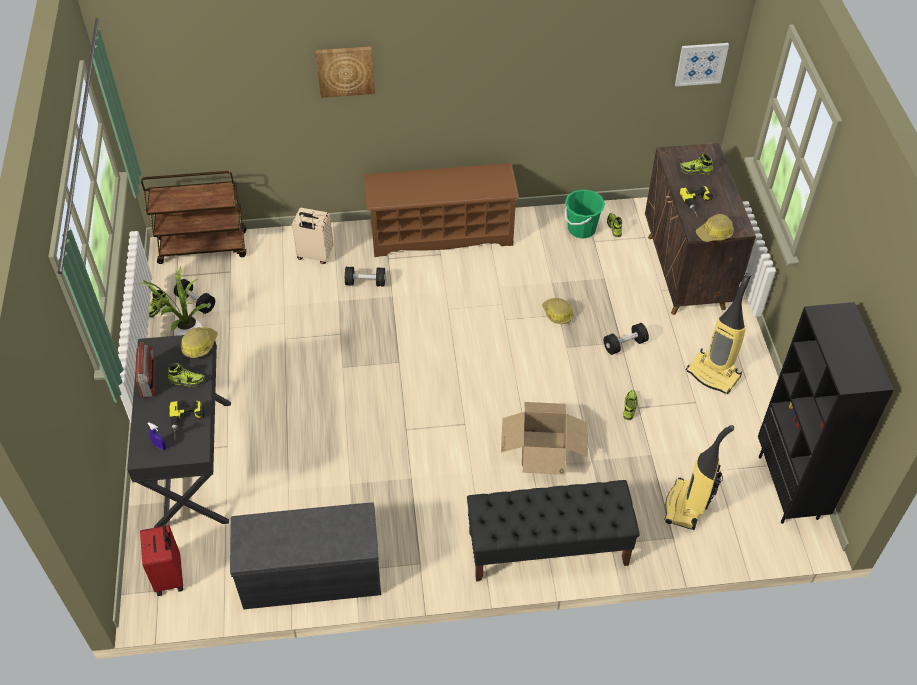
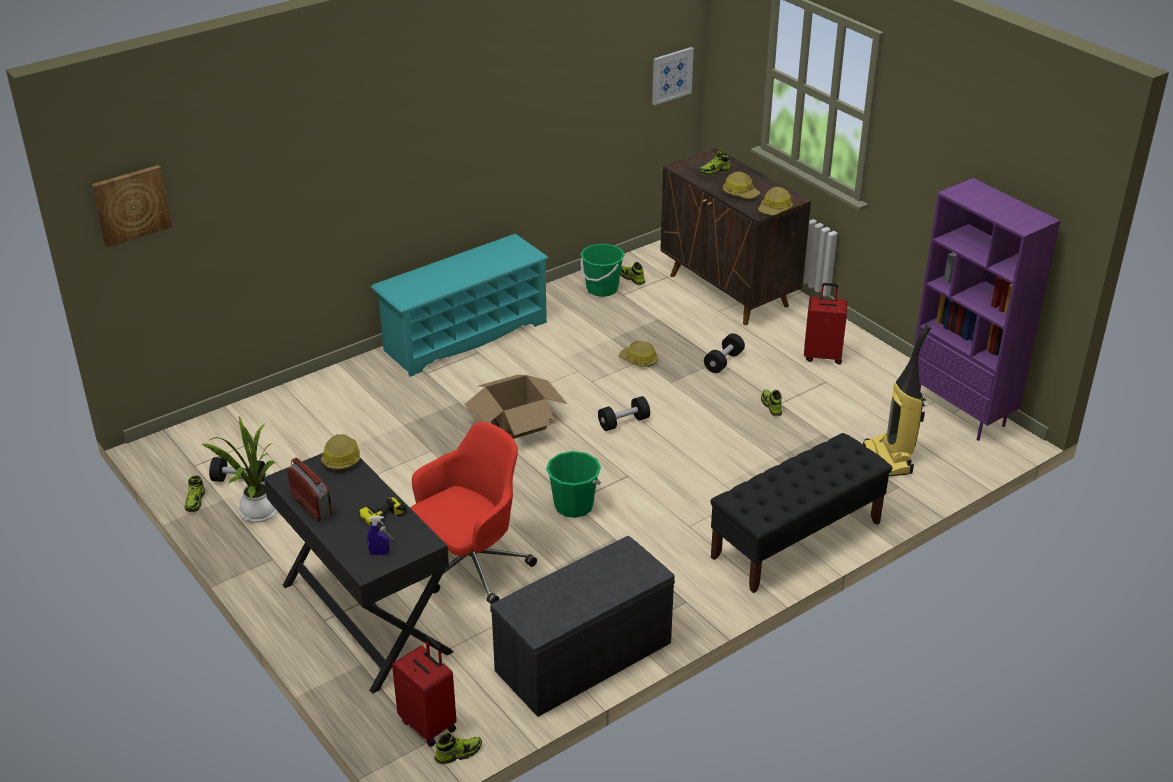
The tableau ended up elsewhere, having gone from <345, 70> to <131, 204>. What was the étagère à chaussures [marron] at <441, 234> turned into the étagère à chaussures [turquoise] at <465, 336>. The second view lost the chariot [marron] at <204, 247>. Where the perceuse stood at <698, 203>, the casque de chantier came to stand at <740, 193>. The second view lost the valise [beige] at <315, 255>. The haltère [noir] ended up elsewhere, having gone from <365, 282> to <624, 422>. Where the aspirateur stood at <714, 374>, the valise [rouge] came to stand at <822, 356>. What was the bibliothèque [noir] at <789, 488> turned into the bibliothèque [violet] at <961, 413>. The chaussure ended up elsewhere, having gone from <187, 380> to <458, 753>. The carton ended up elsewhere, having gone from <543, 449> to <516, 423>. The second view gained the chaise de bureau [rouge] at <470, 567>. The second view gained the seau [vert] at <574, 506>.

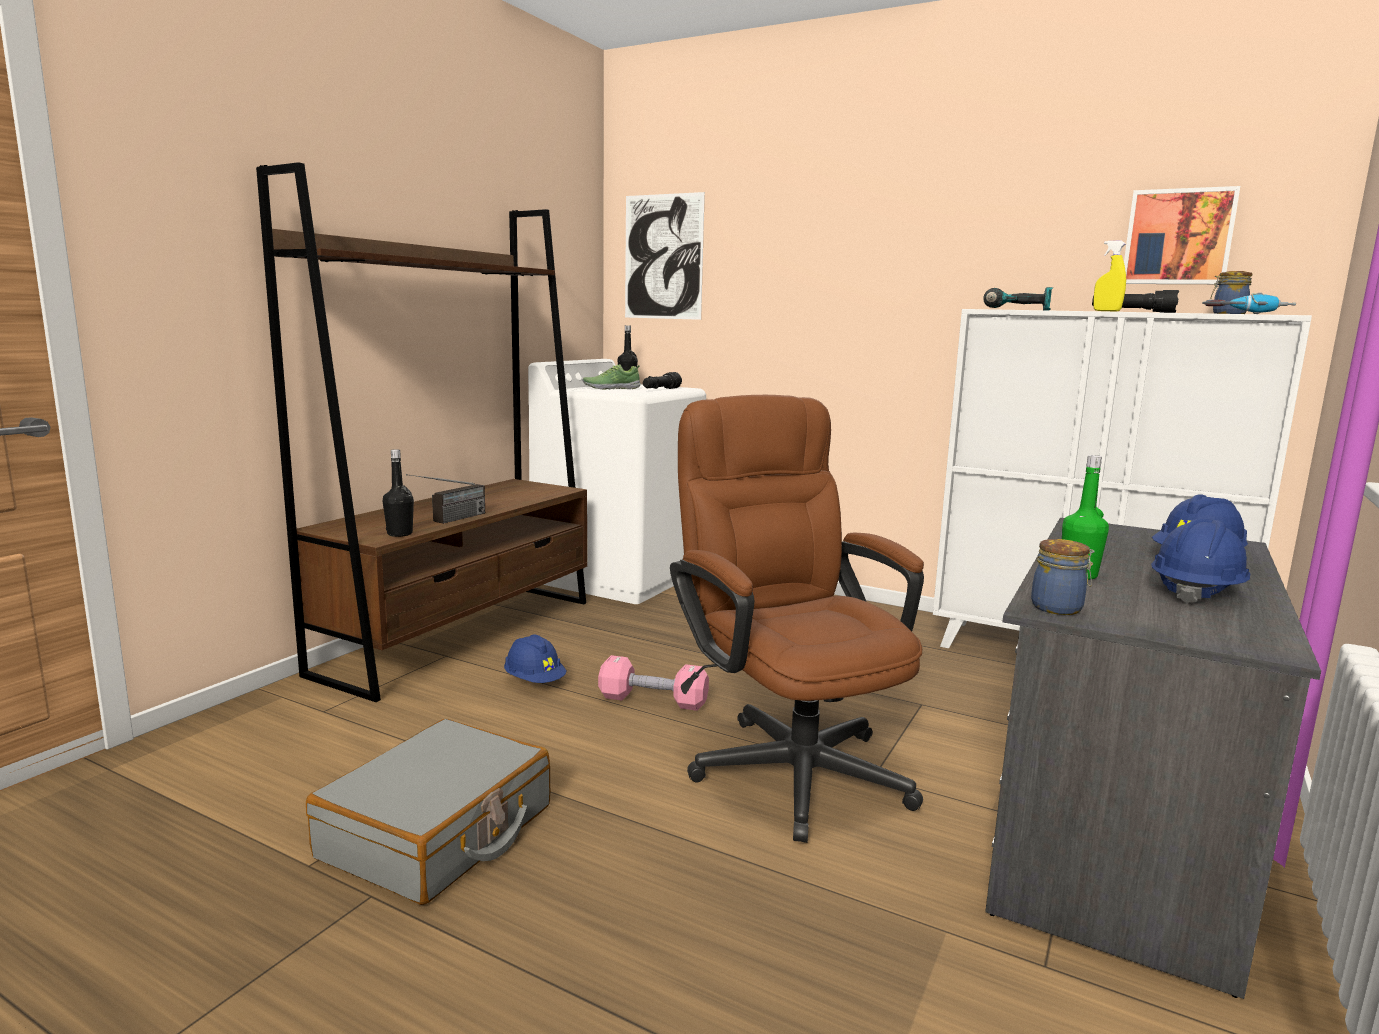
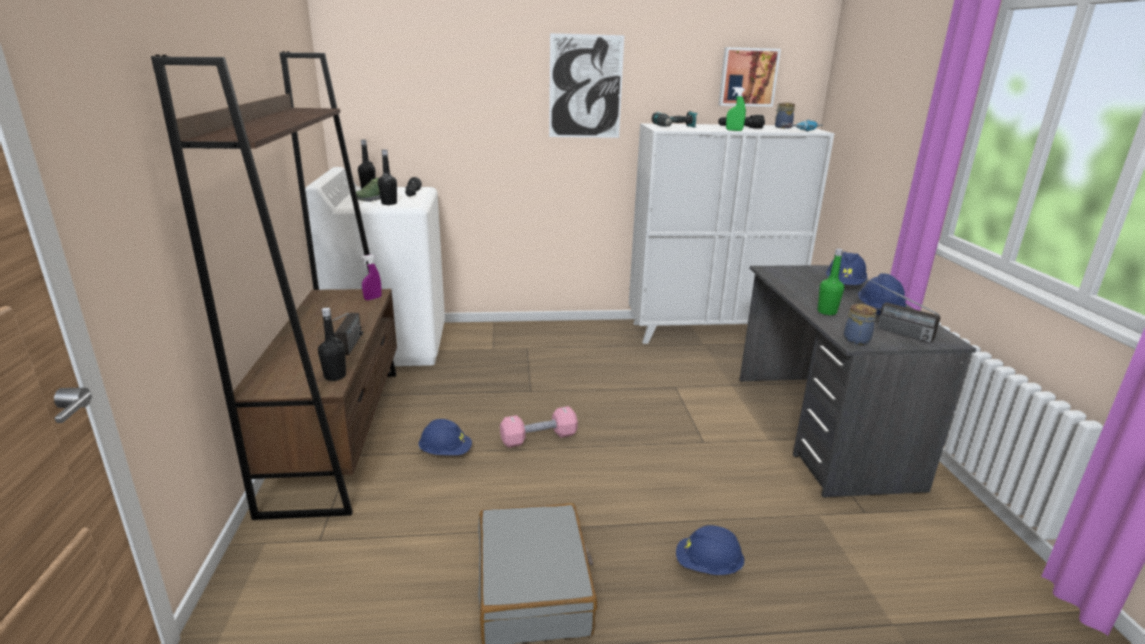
The tableau ended up elsewhere, having gone from <663, 257> to <585, 87>. What was the vaporisateur [jaune] at <1106, 311> turned into the vaporisateur [vert] at <734, 130>. The second view lost the chaise de bureau [marron] at <788, 762>. The second view gained the bouteille [noir] at <389, 203>. The second view gained the vaporisateur [violet] at <373, 298>. The second view gained the radio at <890, 330>. The second view gained the casque de chantier [bleu] at <708, 566>.

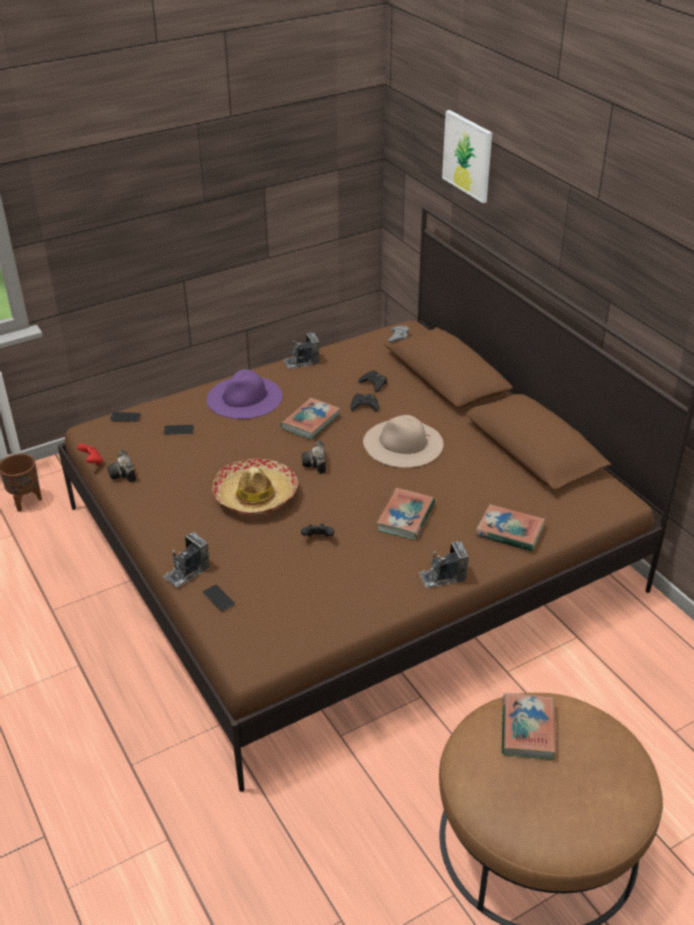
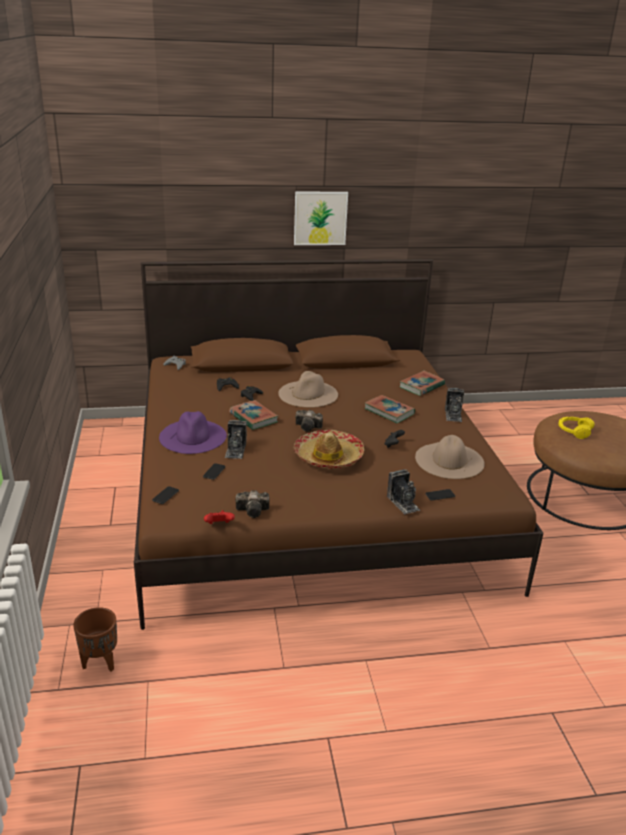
The tableau ended up elsewhere, having gone from <468, 156> to <320, 218>. The appareil photo ended up elsewhere, having gone from <301, 362> to <235, 450>. Where the livre stood at <527, 729>, the casque audio [jaune] came to stand at <574, 431>. The second view gained the chapeau [beige] at <449, 460>.

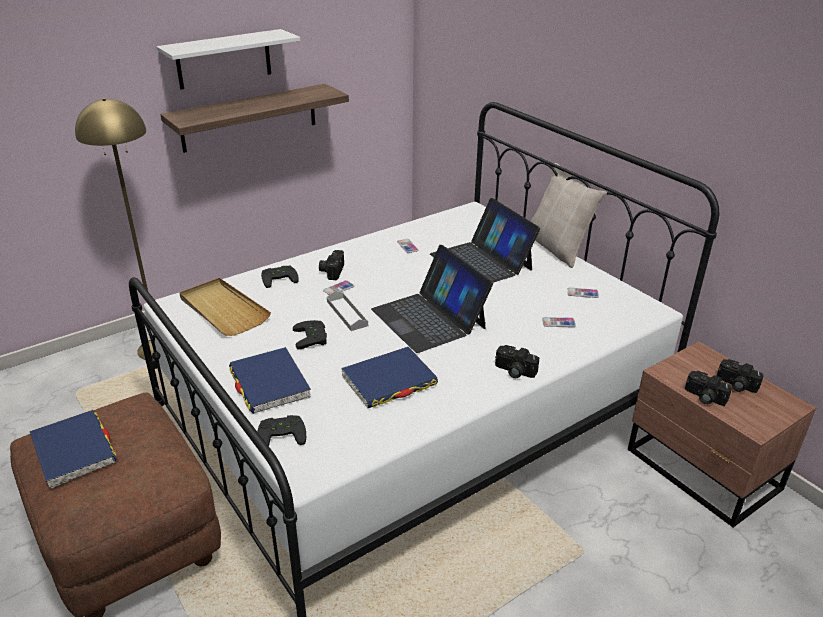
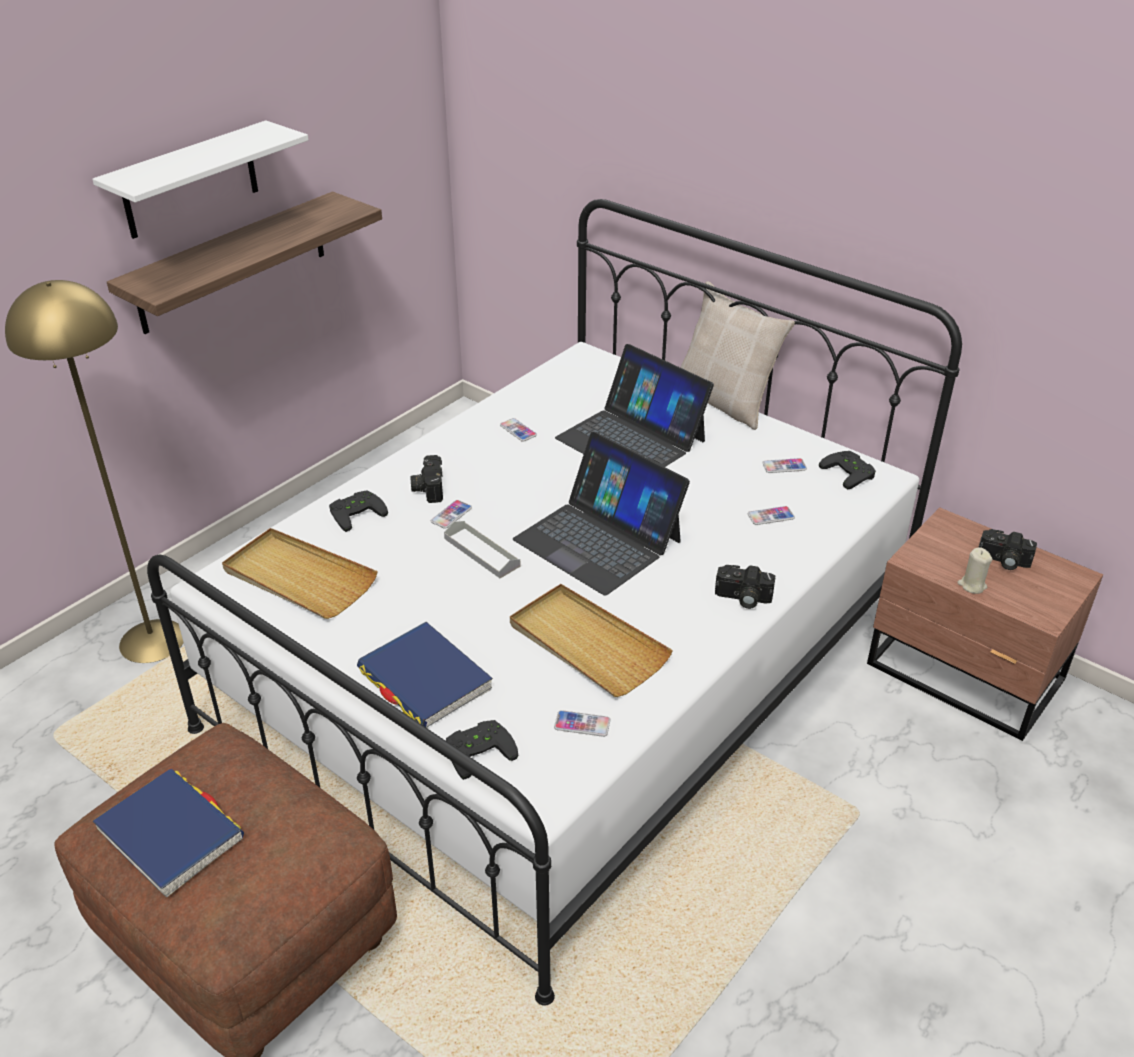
The manette [noir] ended up elsewhere, having gone from <313, 337> to <850, 472>. Where the livre [bleu] stood at <389, 381>, the plateau [beige] came to stand at <587, 644>. Where the appareil photo stood at <704, 397>, the bougie [beige] came to stand at <972, 585>. The second view gained the téléphone at <582, 724>.

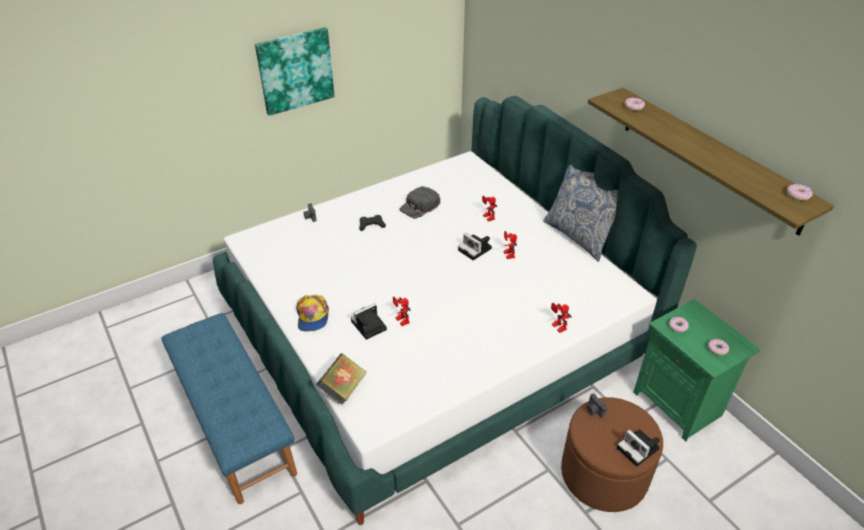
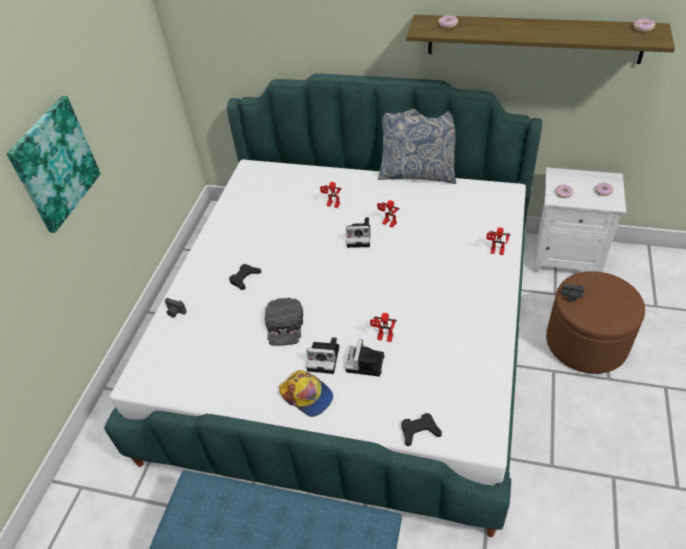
The casquette [noir] ended up elsewhere, having gone from <419, 206> to <285, 325>. What was the table de chevet [vert] at <678, 403> turned into the table de chevet [blanc] at <566, 257>. Where the livre stood at <343, 388>, the manette [noir] came to stand at <419, 431>. The appareil photo ended up elsewhere, having gone from <639, 449> to <325, 358>.

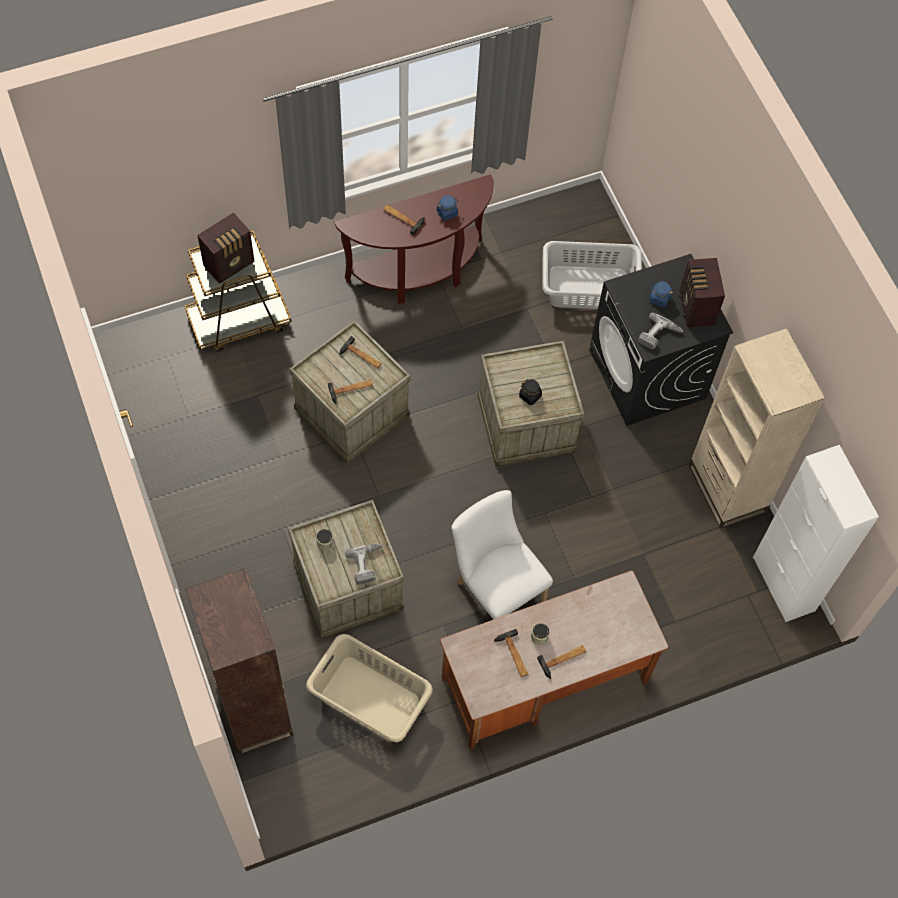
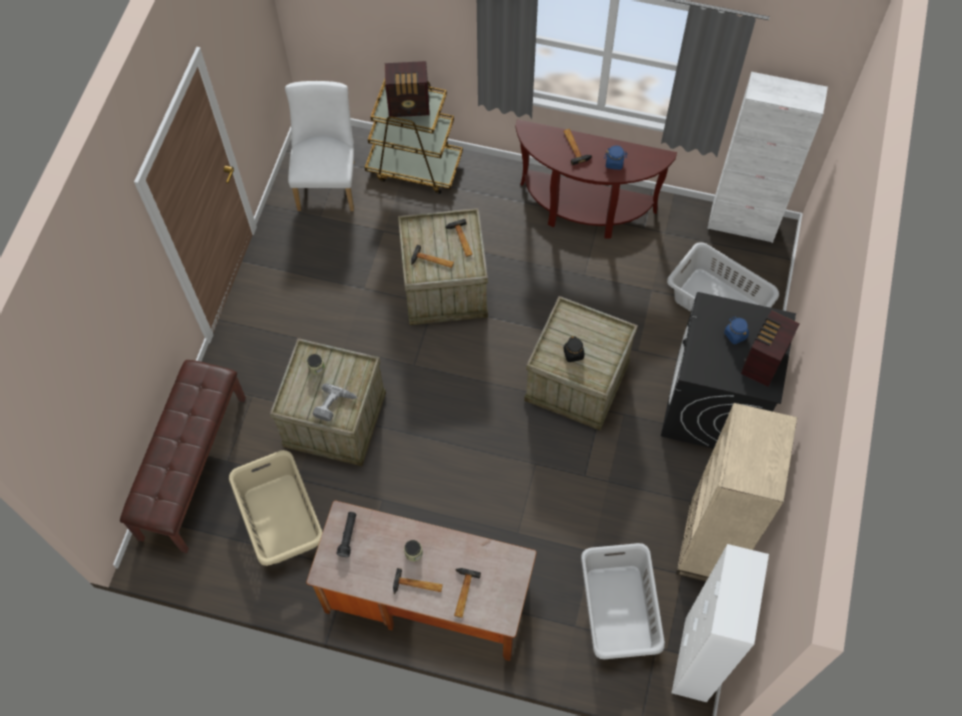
The second view lost the perceuse at <659, 336>. The chaise [blanc] ended up elsewhere, having gone from <496, 587> to <328, 181>. Where the bibliothèque [marron] stood at <254, 708>, the banc [marron] came to stand at <192, 466>. The marteau ended up elsewhere, having gone from <513, 655> to <462, 594>. The second view gained the meuble de rangement [blanc] at <742, 223>. The second view gained the lampe de poche [noir] at <348, 536>. The second view gained the panier à linge [gris] at <619, 609>.

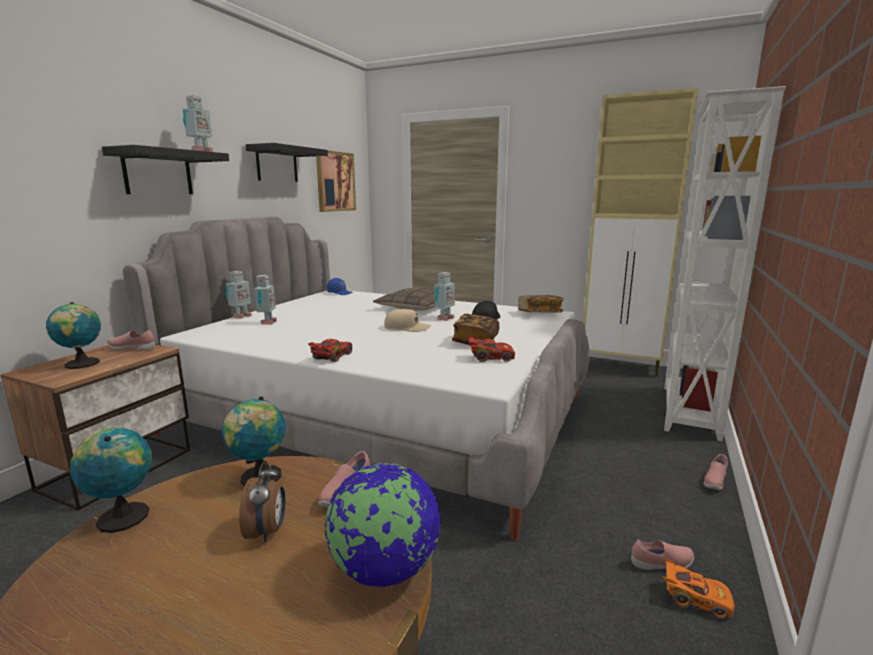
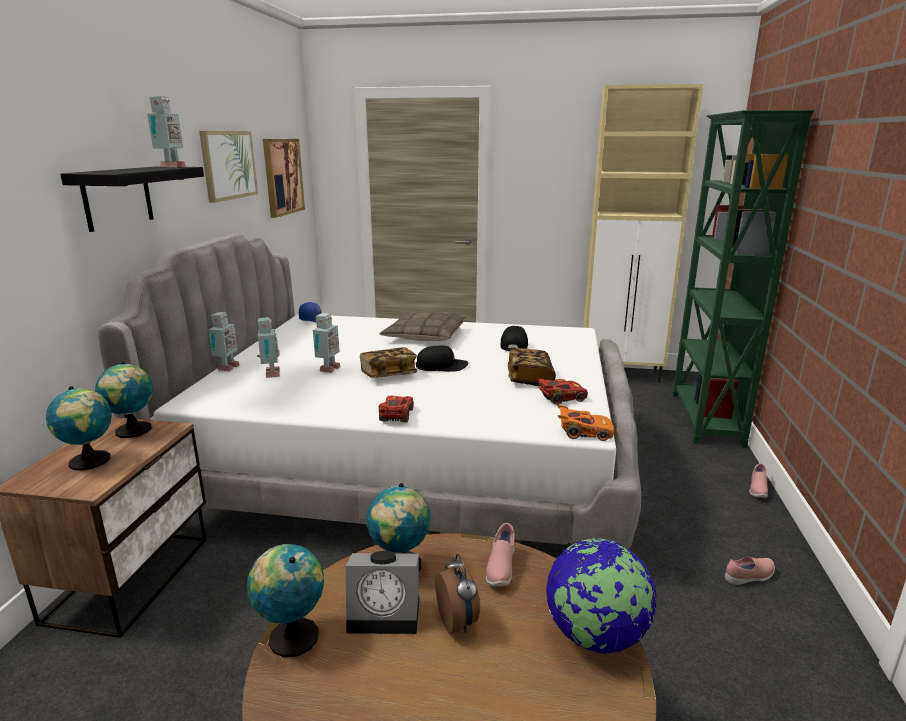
What was the bibliothèque [blanc] at <688, 411> turned into the bibliothèque [vert] at <705, 419>. Where the étagère [noir] hung at <277, 164>, the tableau came to hang at <228, 165>. The robot jouet ended up elsewhere, having gone from <444, 319> to <328, 369>. The livre ended up elsewhere, having gone from <539, 313> to <388, 375>. What was the casquette [beige] at <407, 328> turned into the casquette [noir] at <441, 366>. Where the chaussure [rose] stood at <132, 349>, the globe came to stand at <133, 431>. The petite voiture [orange] ended up elsewhere, having gone from <695, 599> to <584, 433>. The second view gained the réveil at <387, 613>.

